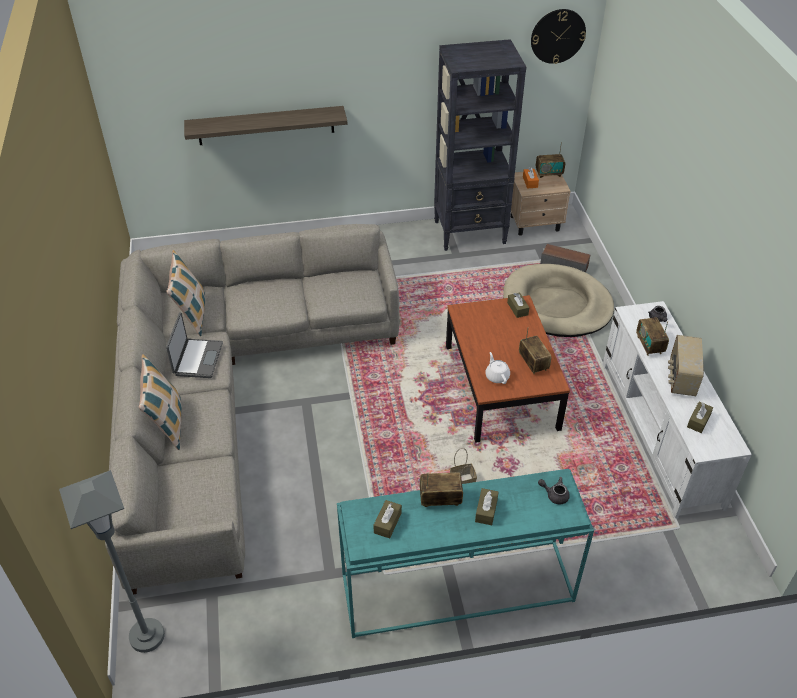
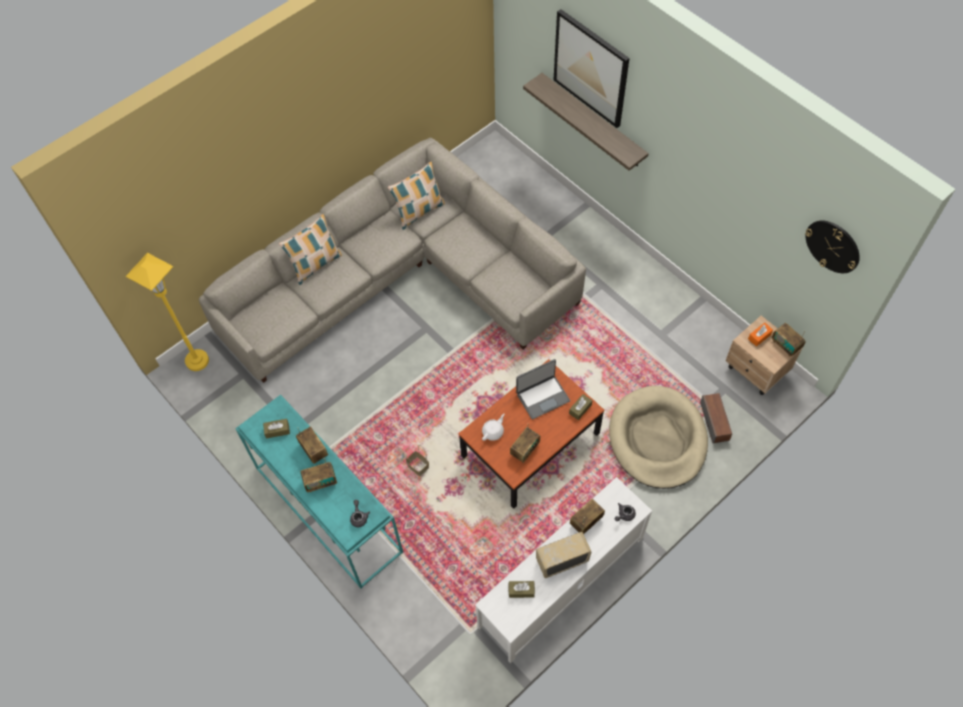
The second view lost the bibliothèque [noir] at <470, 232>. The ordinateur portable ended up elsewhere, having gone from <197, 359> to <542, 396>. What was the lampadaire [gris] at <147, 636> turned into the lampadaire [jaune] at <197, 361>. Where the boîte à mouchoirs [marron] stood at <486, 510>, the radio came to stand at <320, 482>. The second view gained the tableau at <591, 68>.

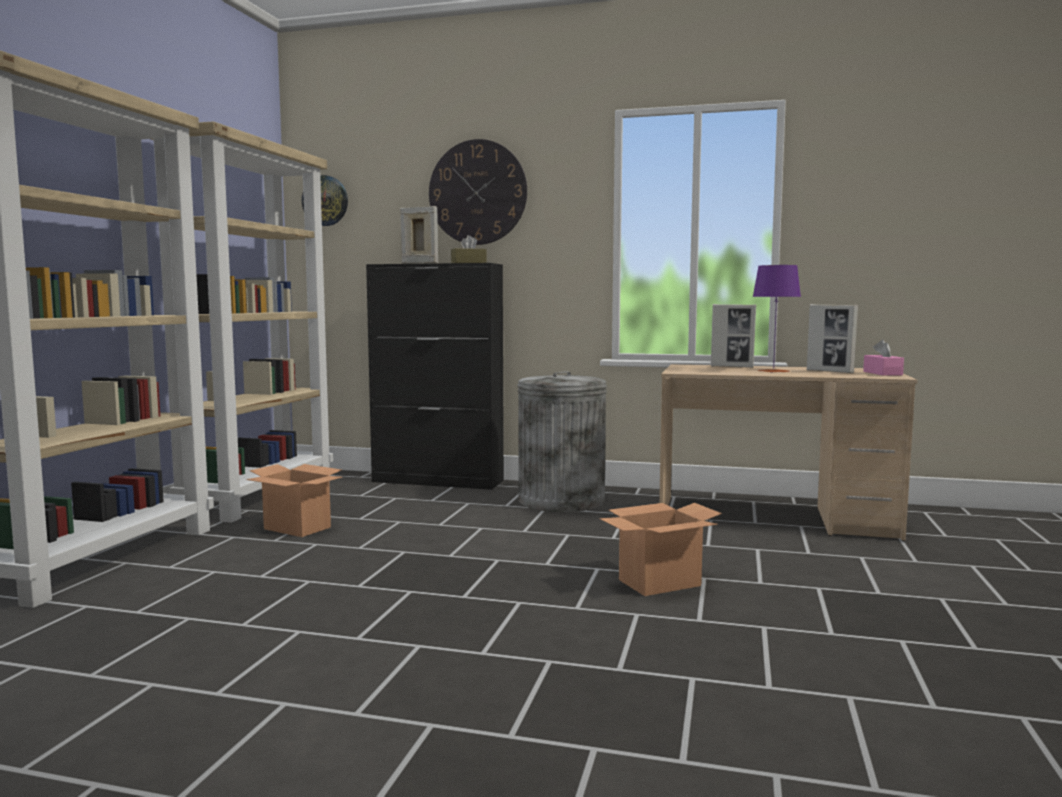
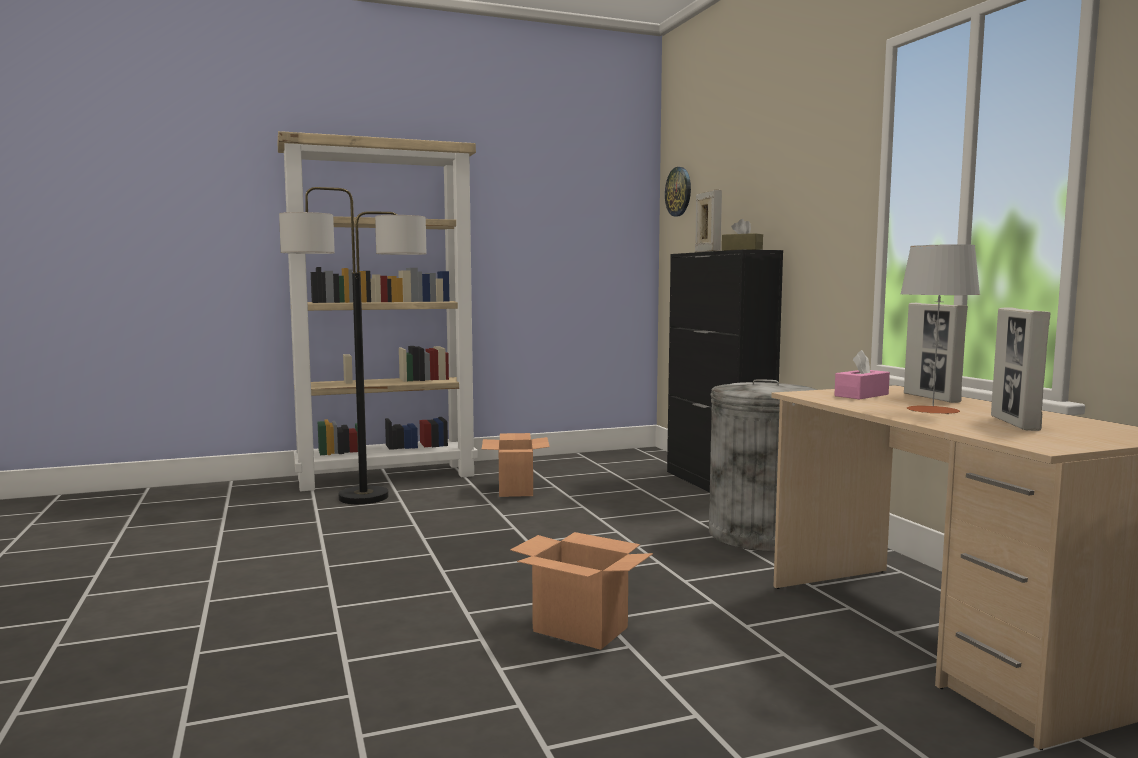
The second view lost the bibliothèque [beige] at <260, 496>. The second view lost the horloge murale at <477, 192>. What was the lampe de table [violet] at <773, 371> turned into the lampe de table [gris] at <932, 410>. The boîte à mouchoirs [rose] ended up elsewhere, having gone from <882, 373> to <861, 395>. The second view gained the lampadaire at <364, 497>.

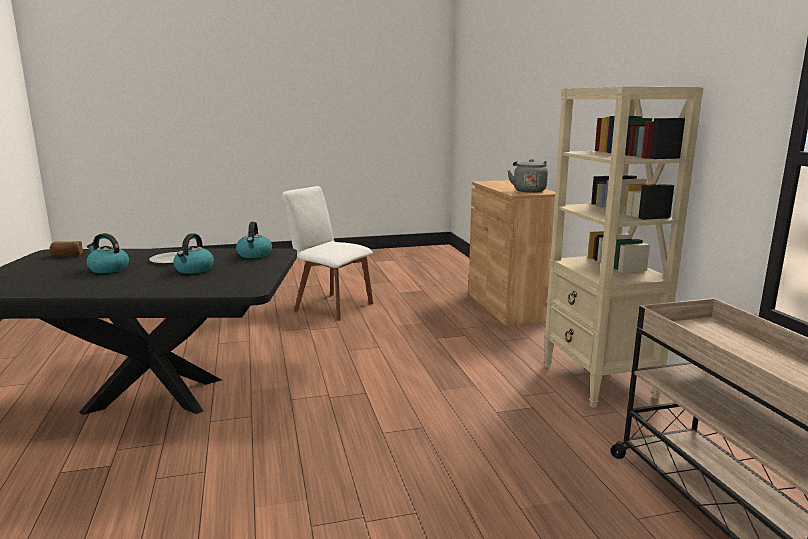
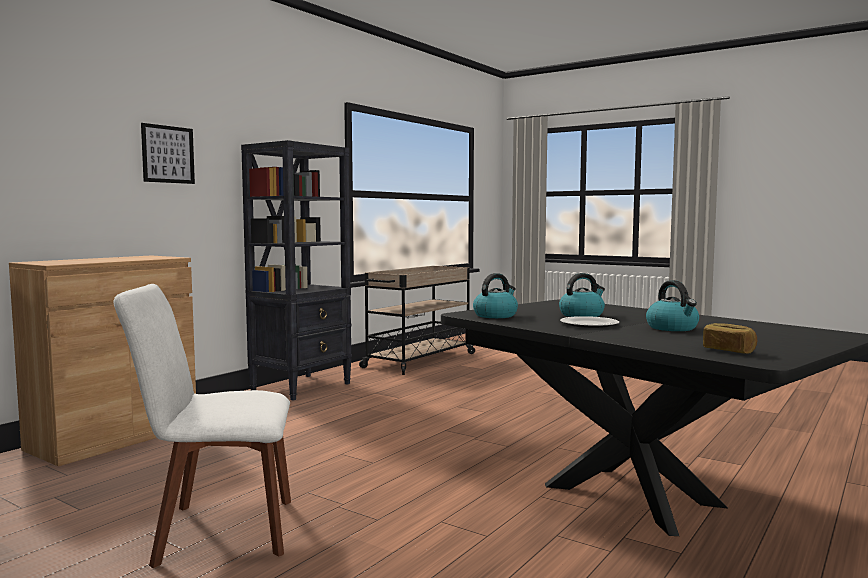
What was the bibliothèque [beige] at <599, 381> turned into the bibliothèque [noir] at <302, 387>. The second view lost the bouilloire [gris] at <528, 190>. The chaise [blanc] at <331, 306> ended up facing another way, 90 degrees clockwise from before. The second view gained the tableau at <168, 154>.

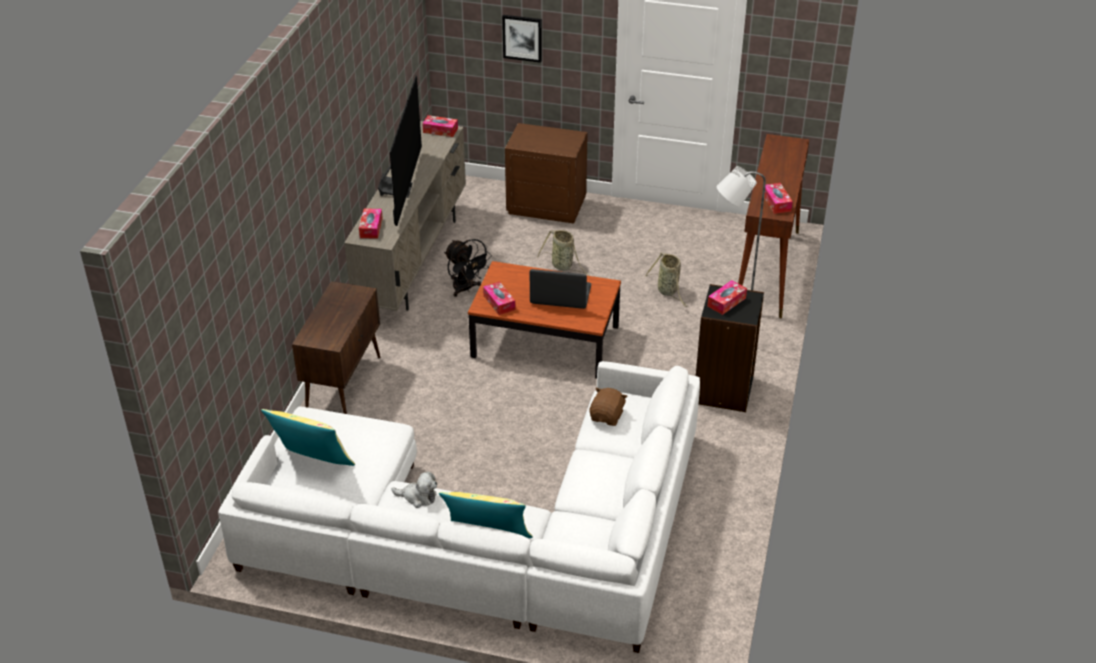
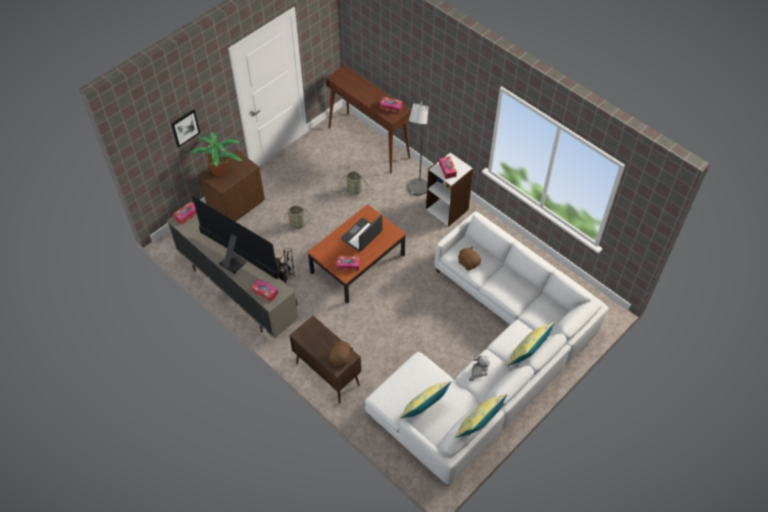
What was the bibliothèque [noir] at <724, 390> turned into the bibliothèque [blanc] at <447, 209>. The second view gained the plante en pot at <222, 173>. The second view gained the peluche [marron] at <341, 358>. The second view gained the coussin [jaune] at <478, 426>.

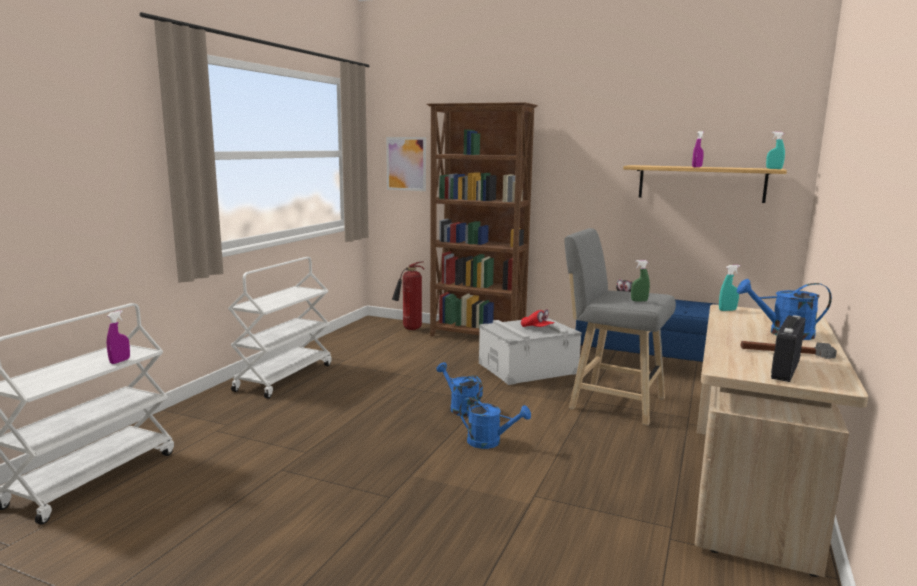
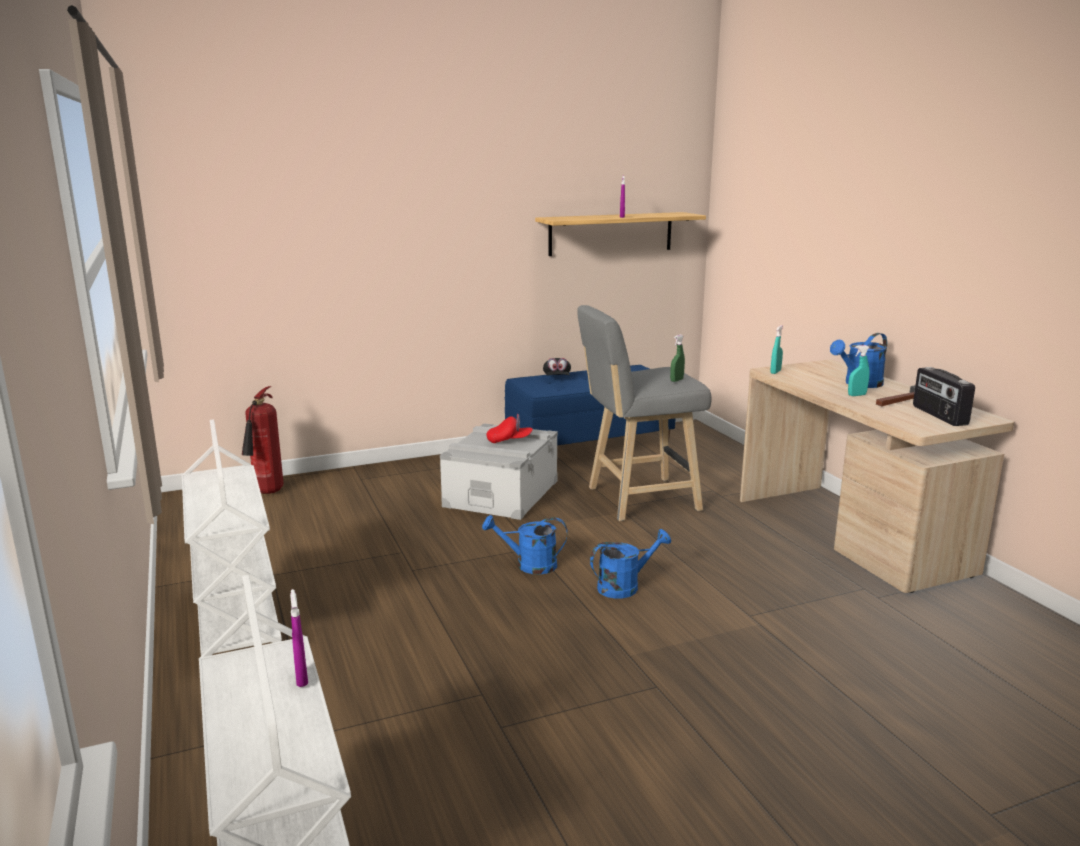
The second view lost the bibliothèque [marron] at <478, 337>. The vaporisateur [turquoise] ended up elsewhere, having gone from <774, 169> to <856, 395>. The second view lost the tableau at <406, 164>.

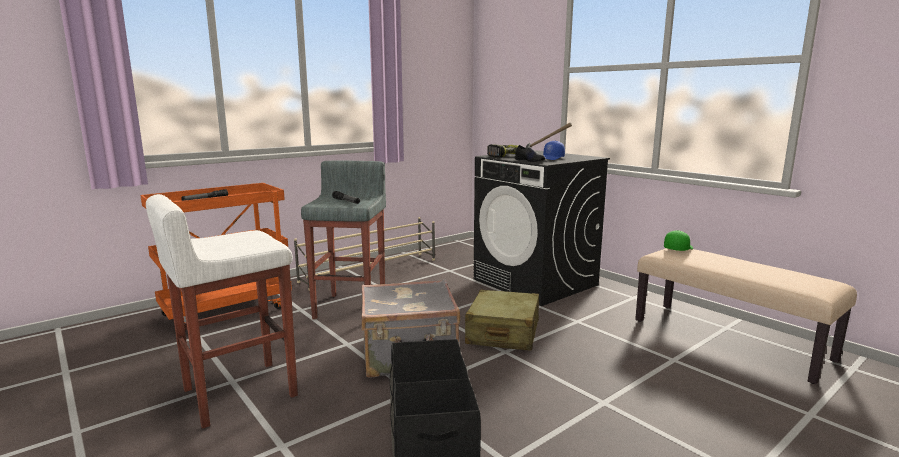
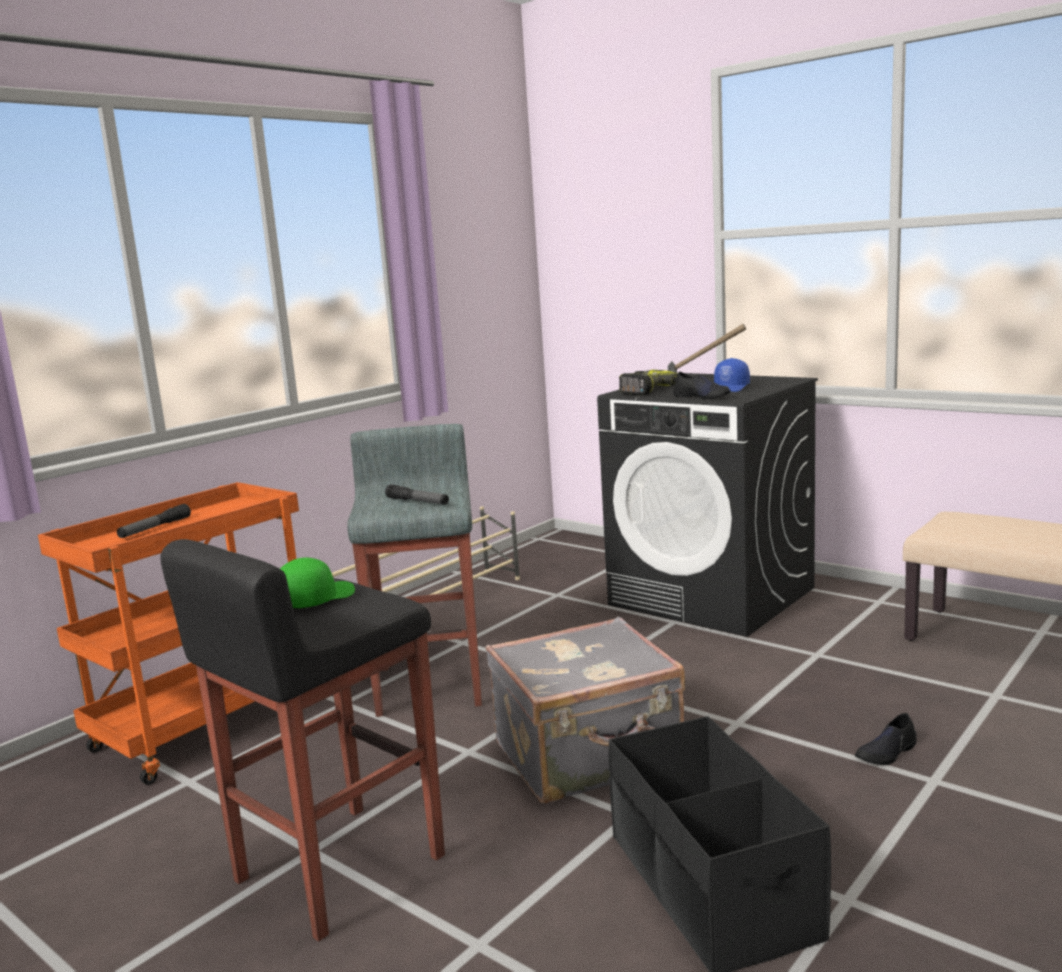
What was the tabouret [blanc] at <237, 392> turned into the tabouret [noir] at <336, 869>. The casquette [vert] ended up elsewhere, having gone from <678, 248> to <316, 599>. The second view lost the valise [beige] at <503, 333>. The second view gained the chaussure [noir] at <886, 752>.

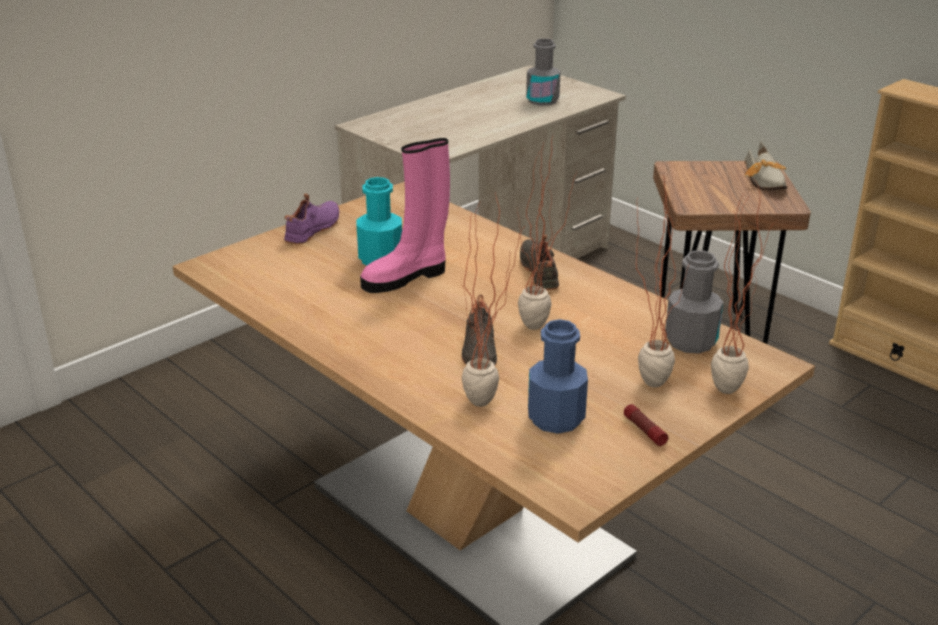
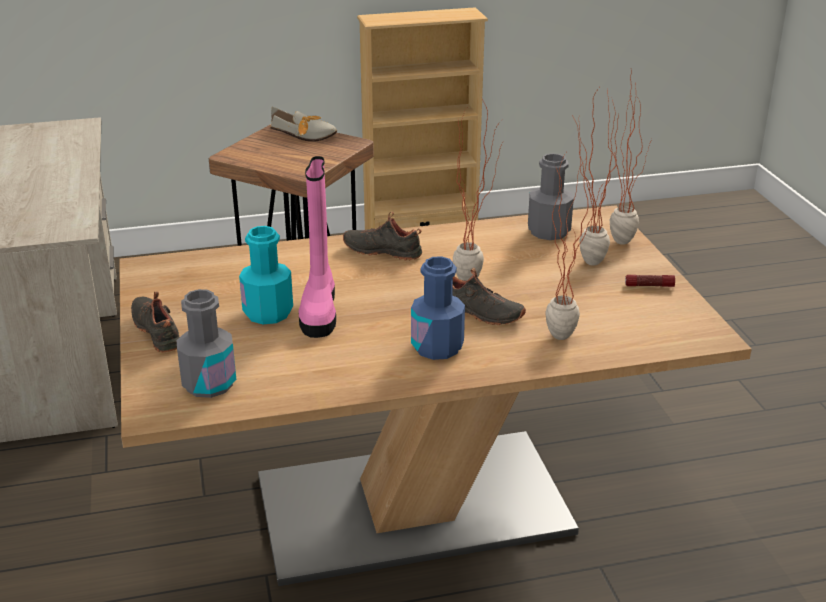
The bouteille [gris] ended up elsewhere, having gone from <542, 100> to <209, 384>. What was the chaussure [violet] at <314, 230> turned into the chaussure [noir] at <158, 331>. The bouteille [bleu] ended up elsewhere, having gone from <556, 418> to <437, 347>.

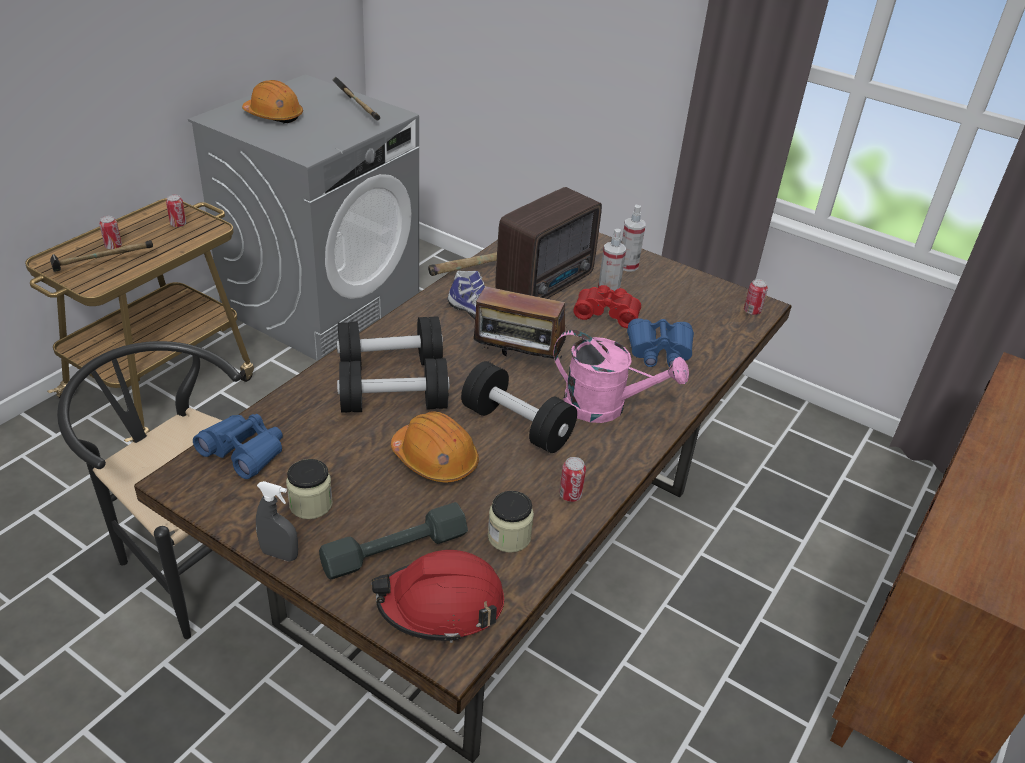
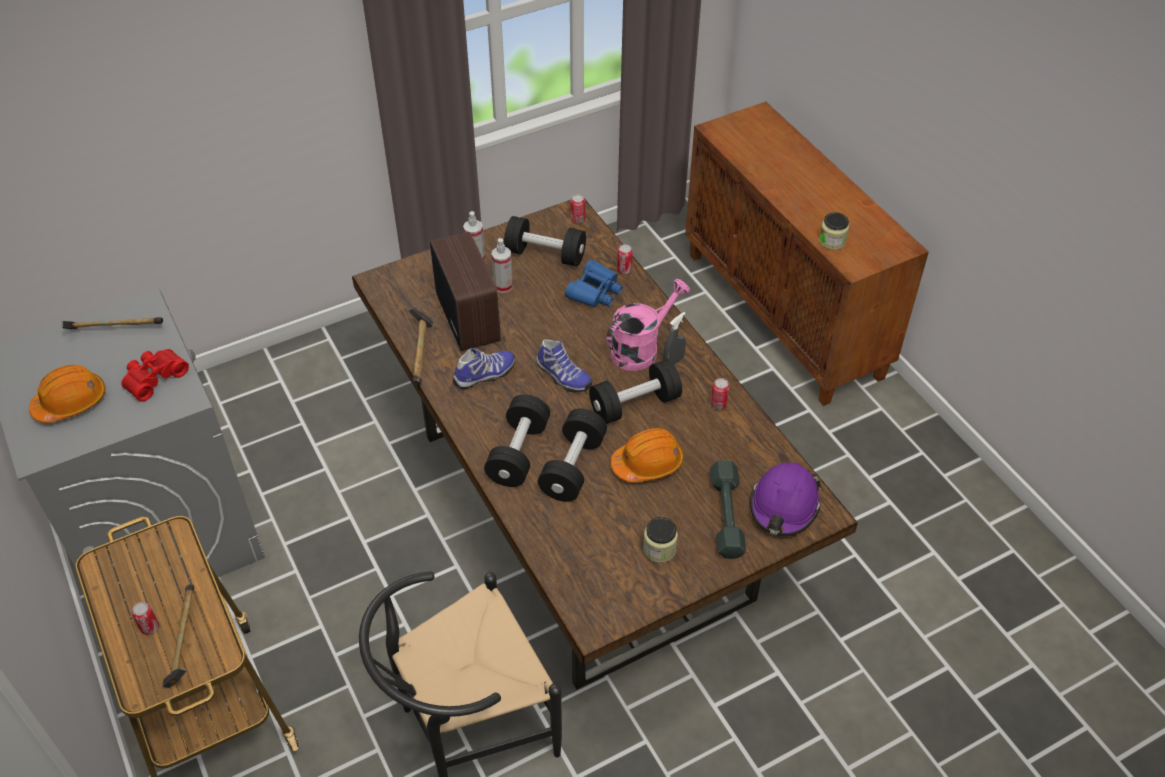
The boîte métallique ended up elsewhere, having gone from <178, 224> to <624, 270>. Where the radio stood at <517, 362>, the chaussure came to stand at <562, 376>. The jumelles [rouge] ended up elsewhere, having gone from <607, 312> to <154, 378>. The second view lost the jumelles [bleu] at <244, 451>. The vaporisateur [gris] ended up elsewhere, having gone from <279, 554> to <673, 362>. The bocal ended up elsewhere, having gone from <509, 537> to <832, 241>. What was the casque de chantier [rouge] at <441, 605> turned into the casque de chantier [violet] at <784, 506>. The second view gained the haltère [noir] at <545, 254>.

